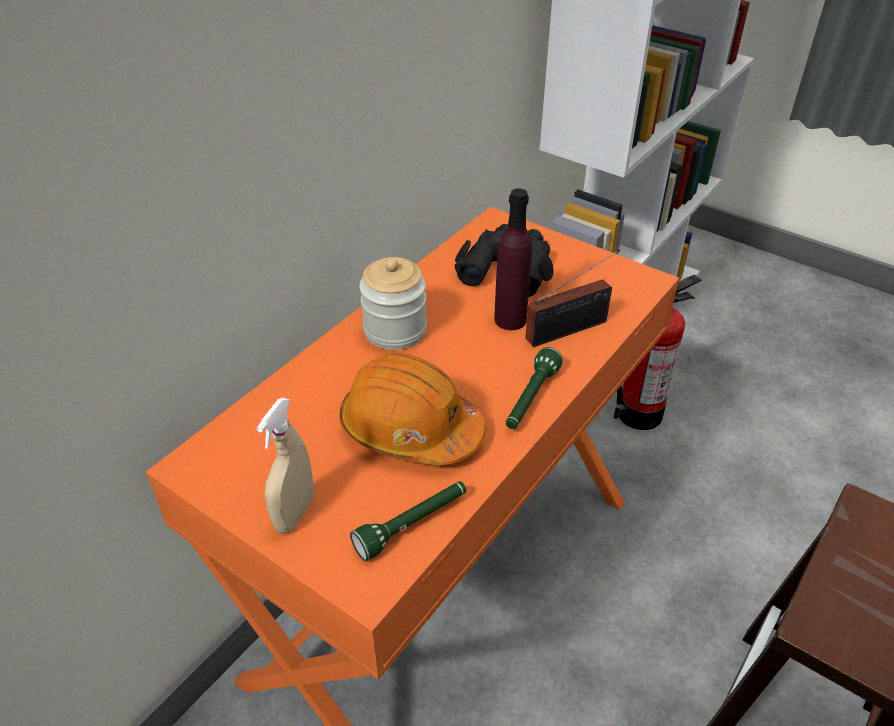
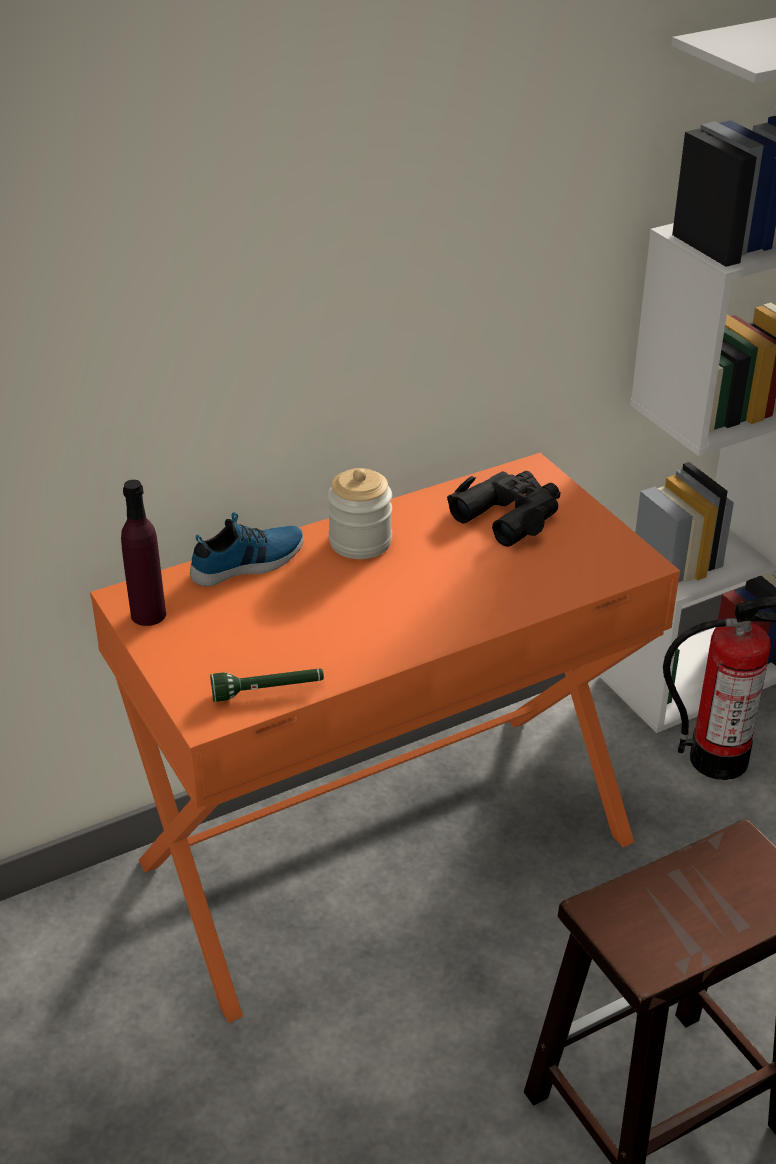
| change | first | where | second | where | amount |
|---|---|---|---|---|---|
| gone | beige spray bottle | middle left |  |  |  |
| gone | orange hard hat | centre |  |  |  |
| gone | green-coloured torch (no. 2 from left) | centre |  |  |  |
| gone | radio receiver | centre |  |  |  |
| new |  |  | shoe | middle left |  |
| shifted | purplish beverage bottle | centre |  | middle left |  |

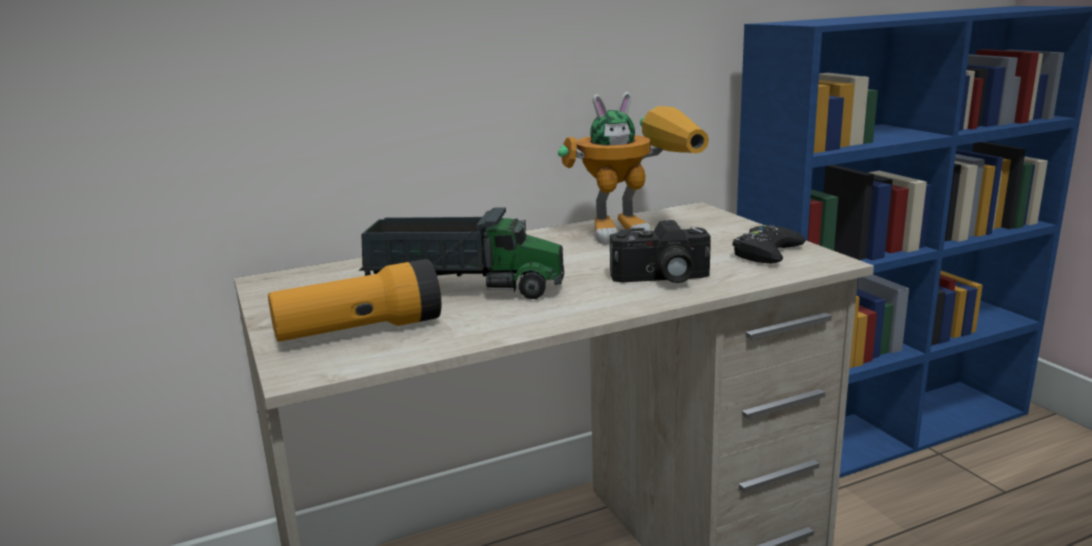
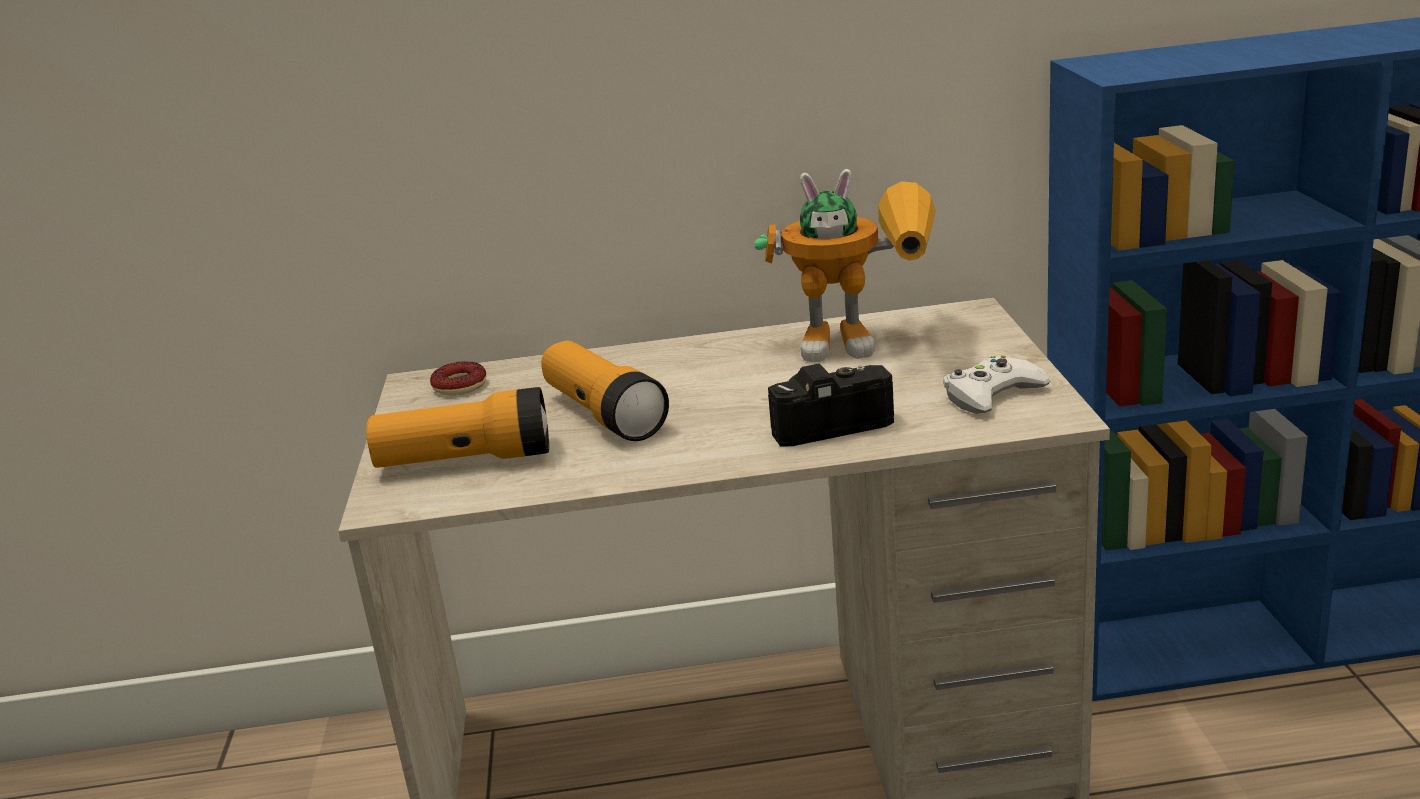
| change | first | where | second | where | amount |
|---|---|---|---|---|---|
| new |  |  | donut | middle left |  |
| swapped | toy lorry | centre | torch (no. 2 from left) | centre |  |
| repainted | blackish gamepad | middle right | white gamepad | middle right |  |
| rotated | photo camera | centre |  | centre | 150 degrees clockwise |

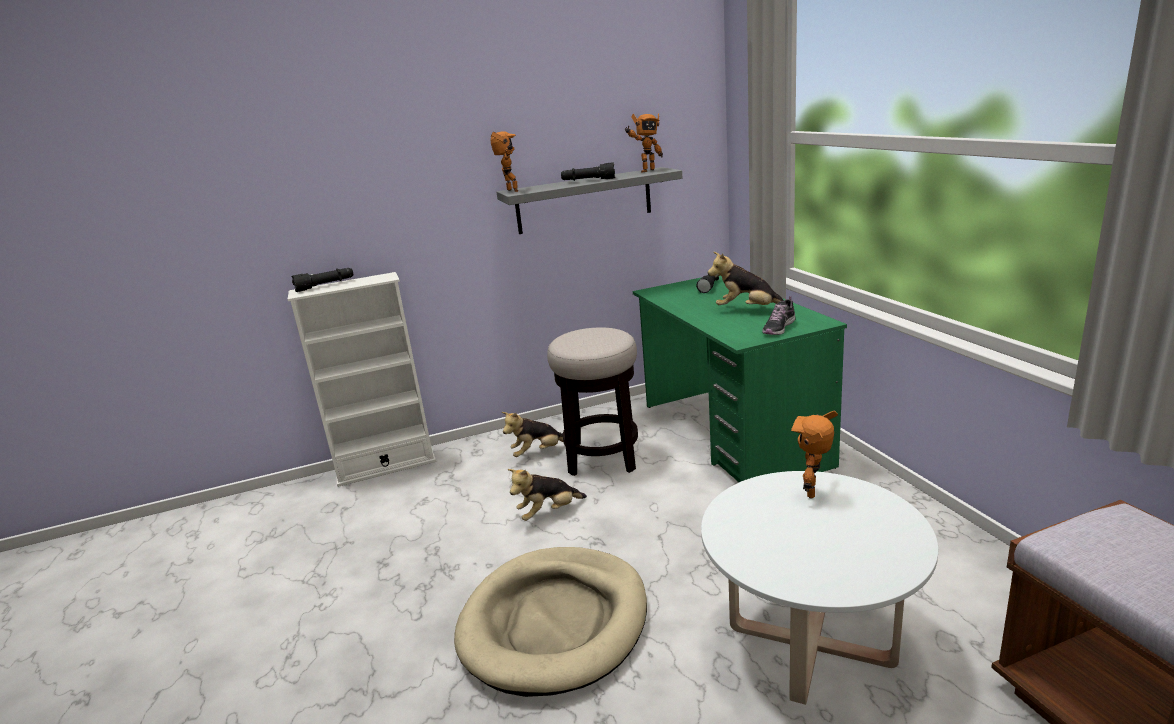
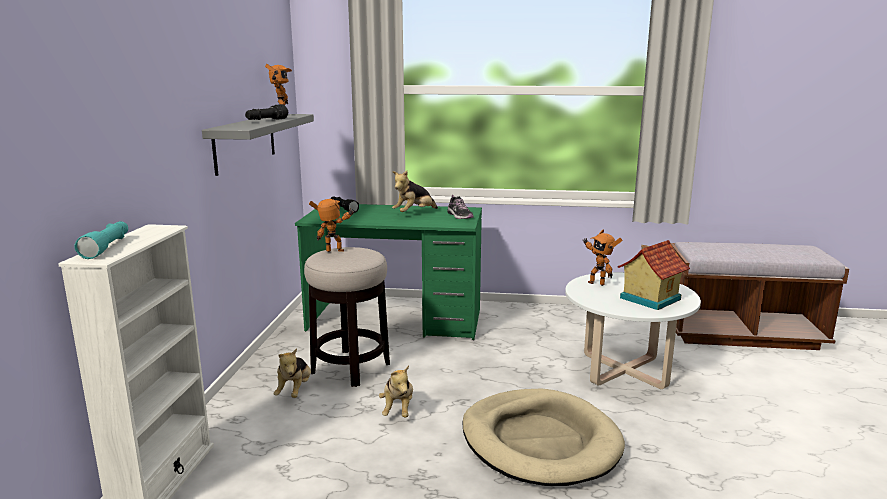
| change | first | where | second | where | amount |
|---|---|---|---|---|---|
| new |  |  | toy house | middle right |  |
| shifted | robot figure (no. 1 from left in the first image) | top centre | robot figure (no. 2 from left) | centre |  |
| repainted | blackish torch (no. 1 from left) | middle left | blue-green torch | middle left |  |

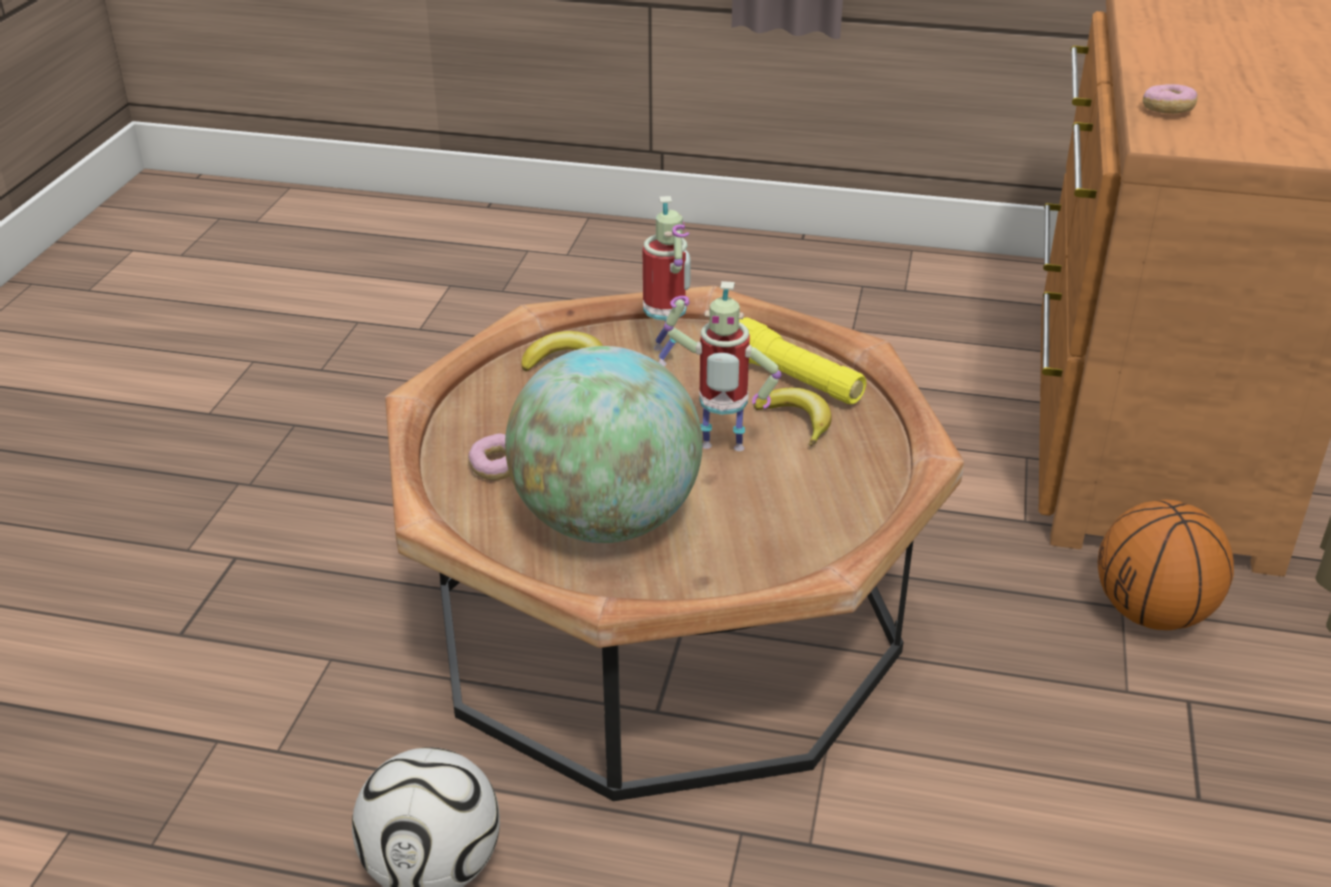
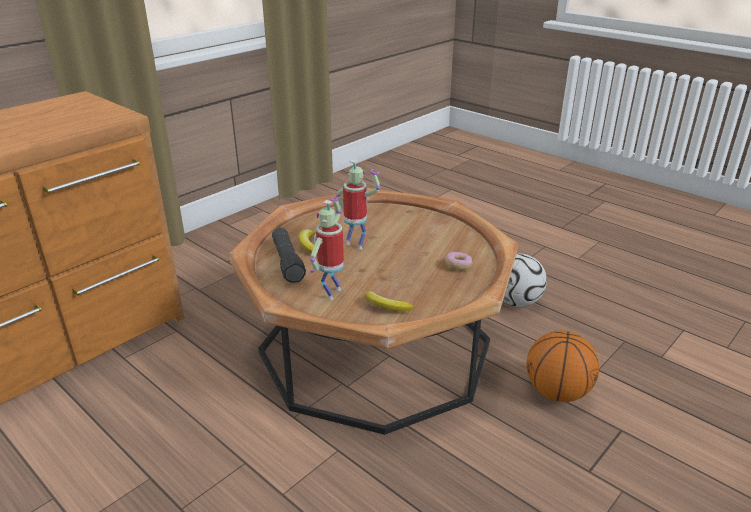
| change | first | where | second | where | amount |
|---|---|---|---|---|---|
| gone | globe | centre |  |  |  |
| gone | donut (no. 2 from left) | top right |  |  |  |
| shifted | ball for basketball | middle right |  | bottom right |  |
| repainted | yellow torch | centre | blackish torch | centre |  |

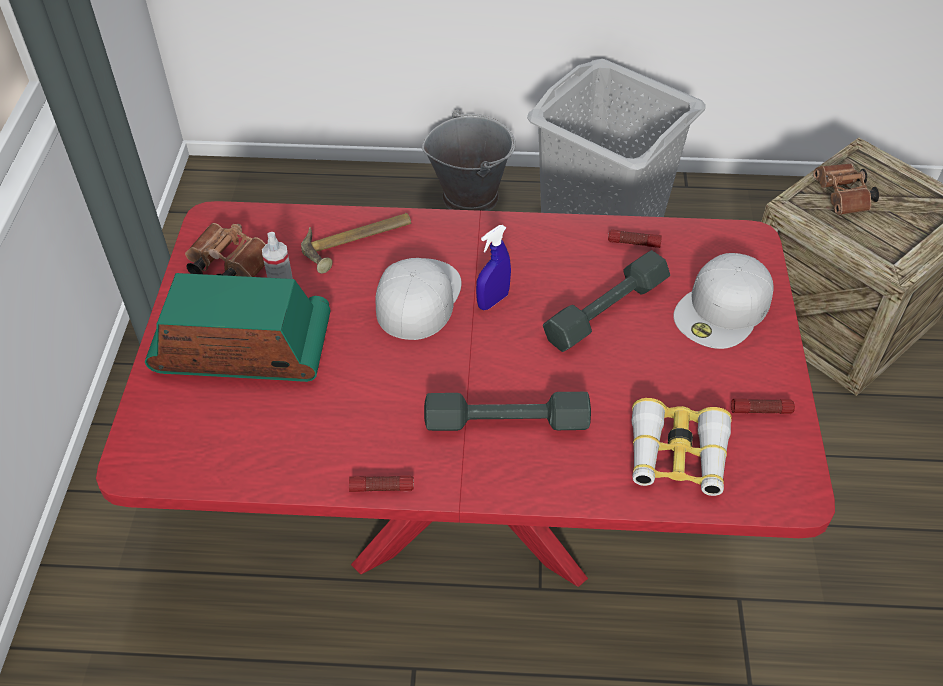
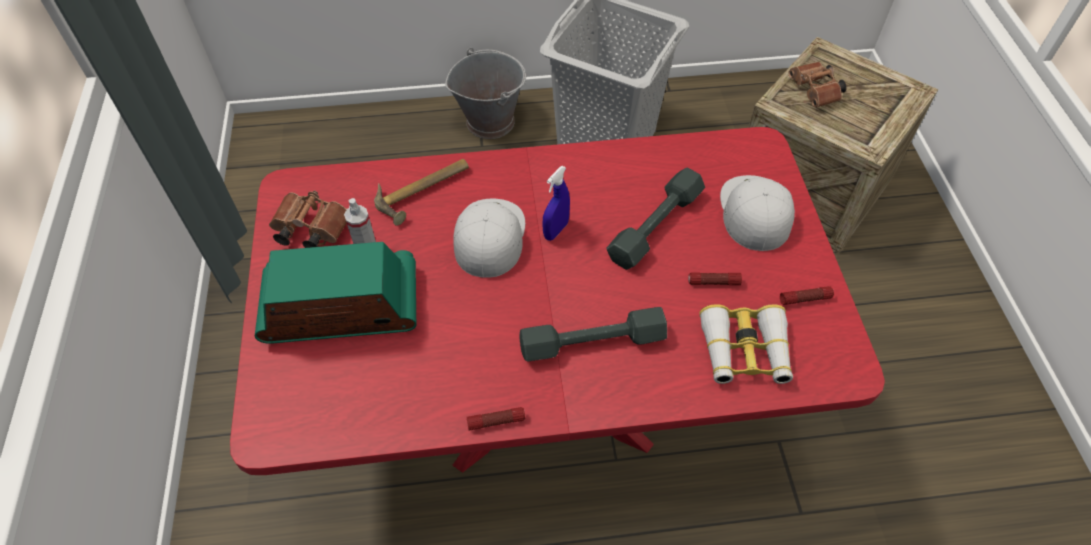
| change | first | where | second | where | amount |
|---|---|---|---|---|---|
| shifted | torch (no. 2 from left) | middle right |  | centre |  |
| rotated | white cap (no. 2 from left) | middle right |  | middle right | 150 degrees clockwise |

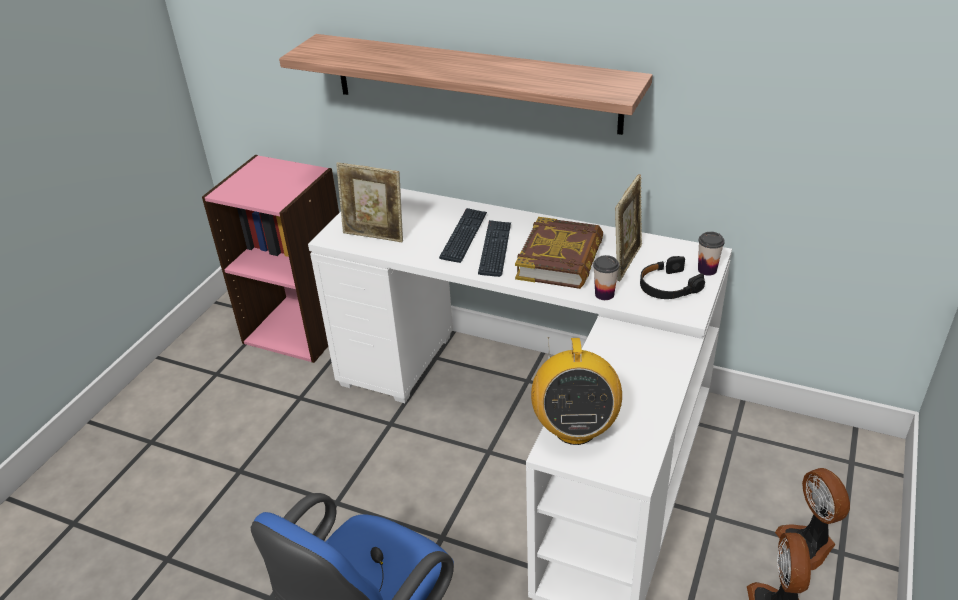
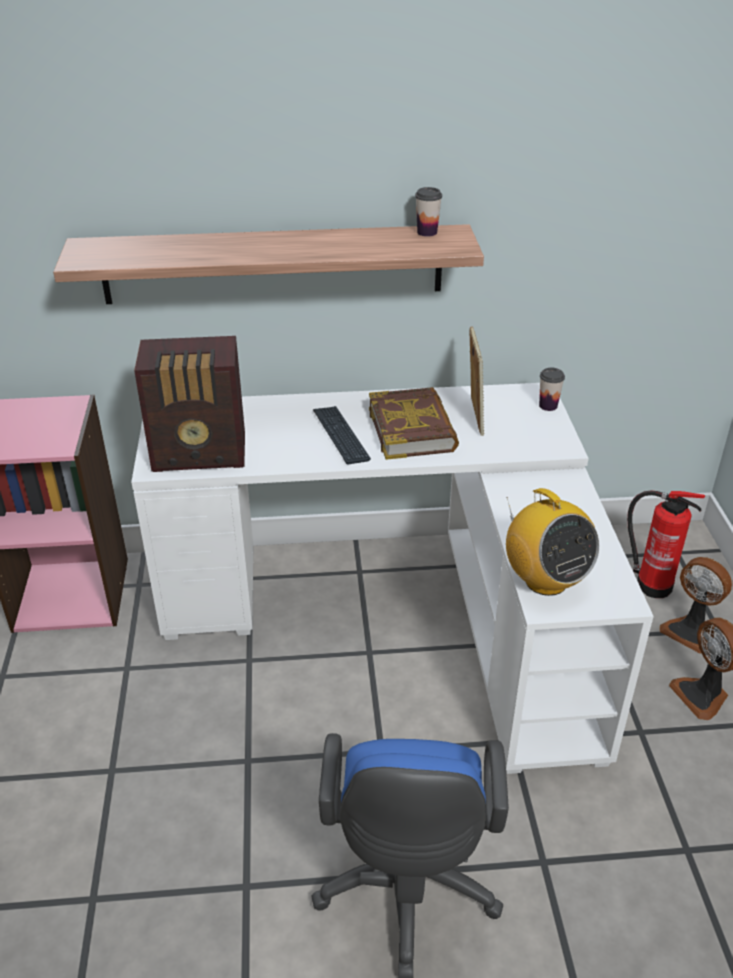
| change | first | where | second | where | amount |
|---|---|---|---|---|---|
| gone | computer keyboard (no. 1 from left) | centre |  |  |  |
| gone | blackish headphones | middle right |  |  |  |
| new |  |  | extinguisher | middle right |  |
| shifted | small cup (no. 1 from left) | centre |  | top centre |  |
| swapped | photo frame (no. 1 from left) | centre | radio receiver (no. 1 from left) | middle left |  |

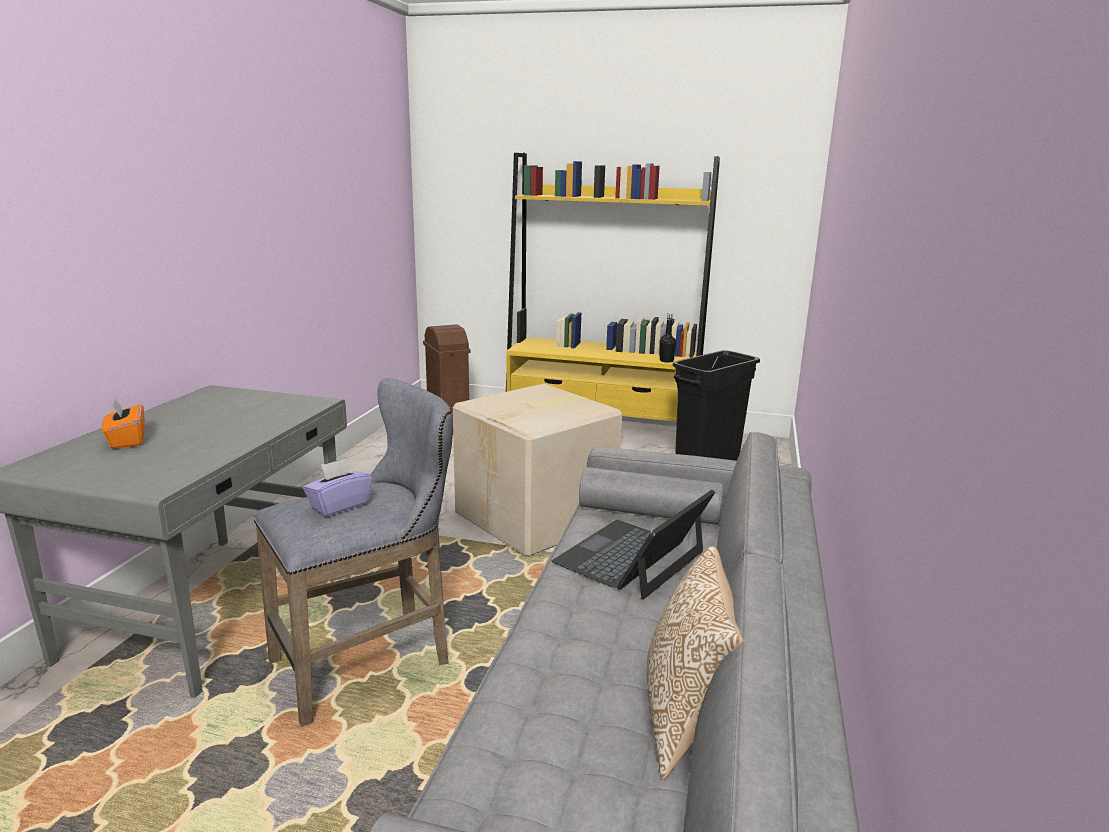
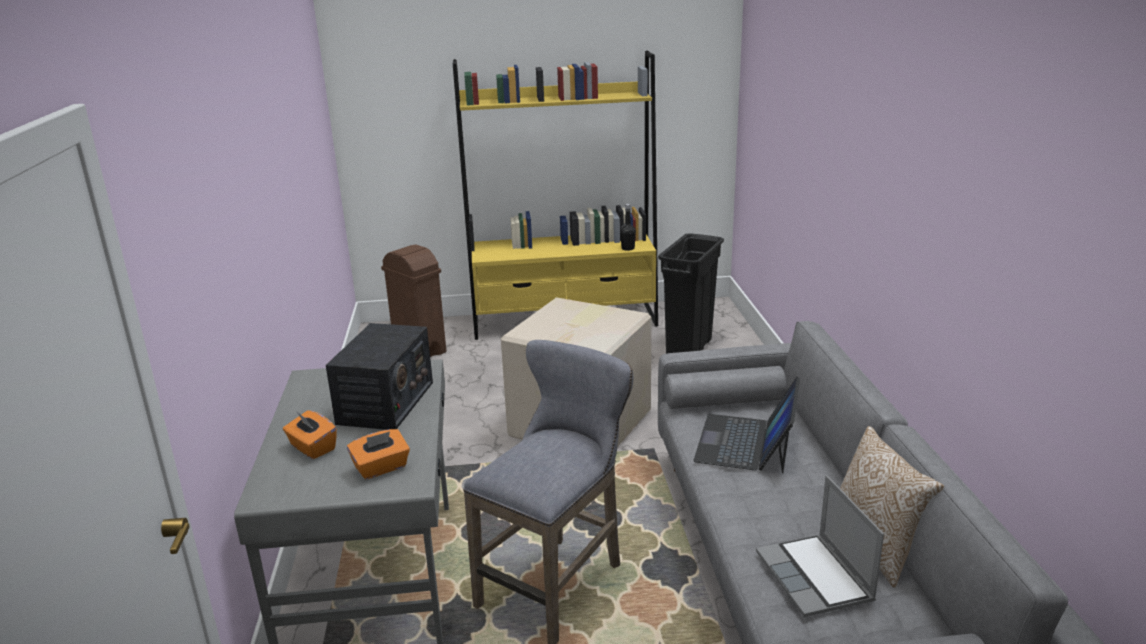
| change | first | where | second | where | amount |
|---|---|---|---|---|---|
| gone | purplish box of tissues | middle left |  |  |  |
| new |  |  | radio receiver | middle left |  |
| new |  |  | orange box of tissues (no. 2 from left) | bottom left |  |
| new |  |  | laptop (no. 2 from left) | bottom right |  |

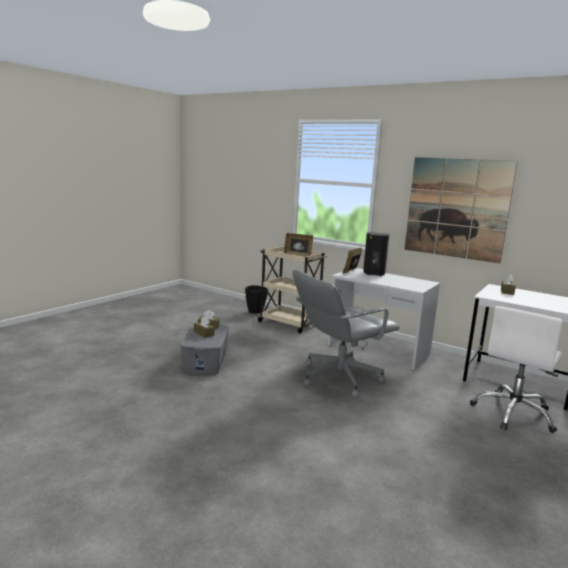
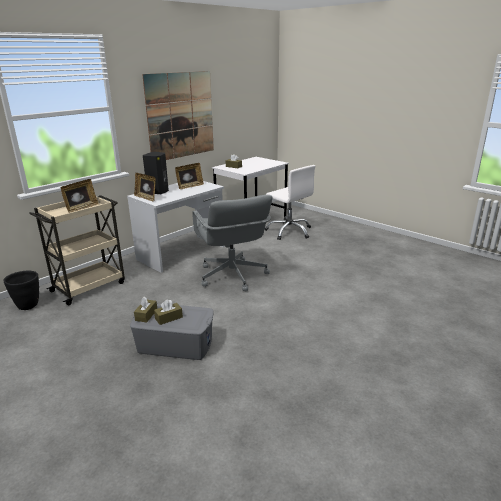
| change | first | where | second | where | amount |
|---|---|---|---|---|---|
| new |  |  | photo frame (no. 3 from left) | centre |  |

